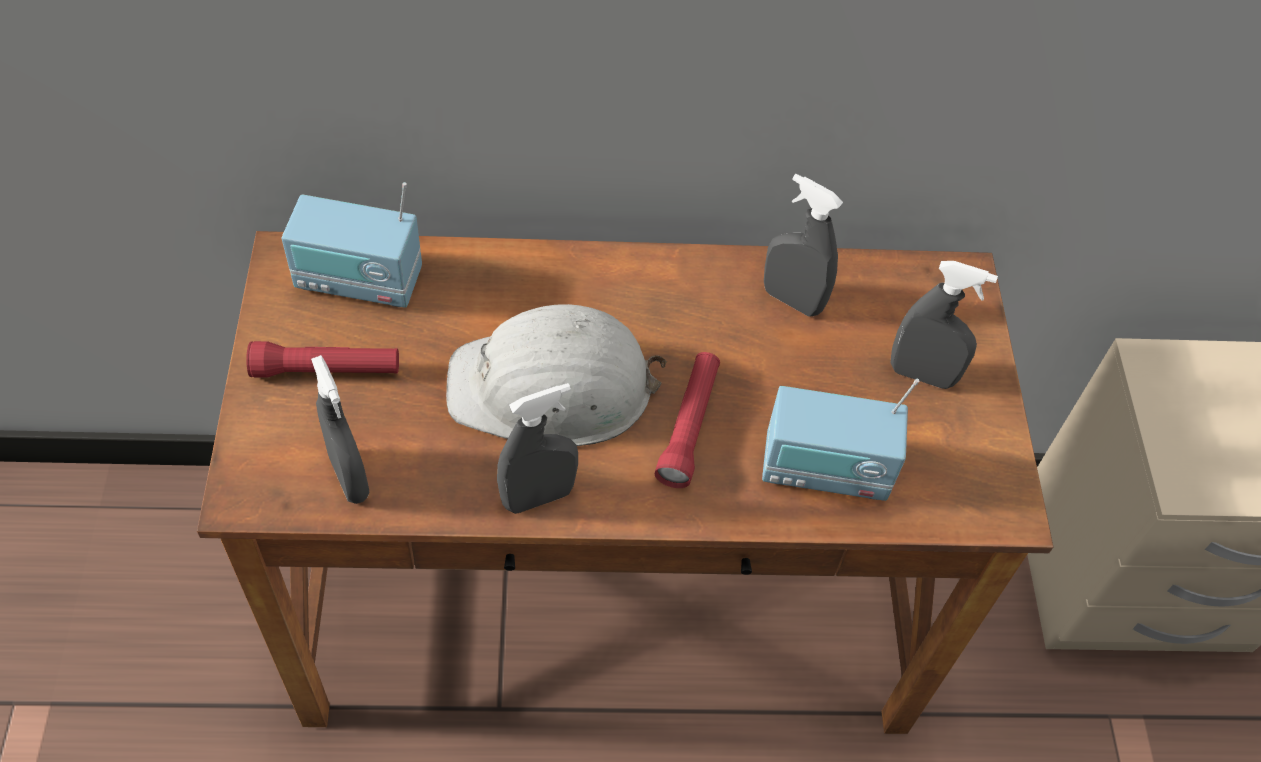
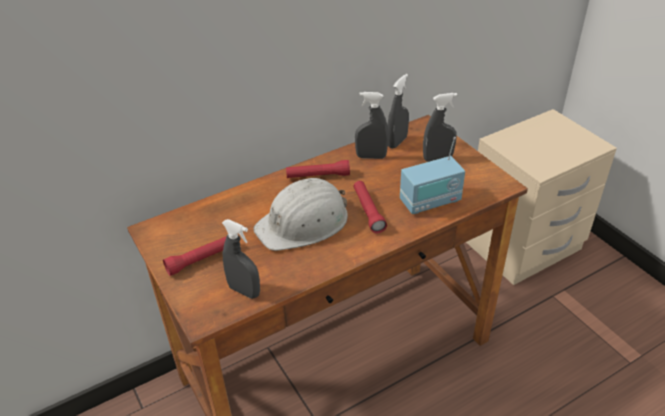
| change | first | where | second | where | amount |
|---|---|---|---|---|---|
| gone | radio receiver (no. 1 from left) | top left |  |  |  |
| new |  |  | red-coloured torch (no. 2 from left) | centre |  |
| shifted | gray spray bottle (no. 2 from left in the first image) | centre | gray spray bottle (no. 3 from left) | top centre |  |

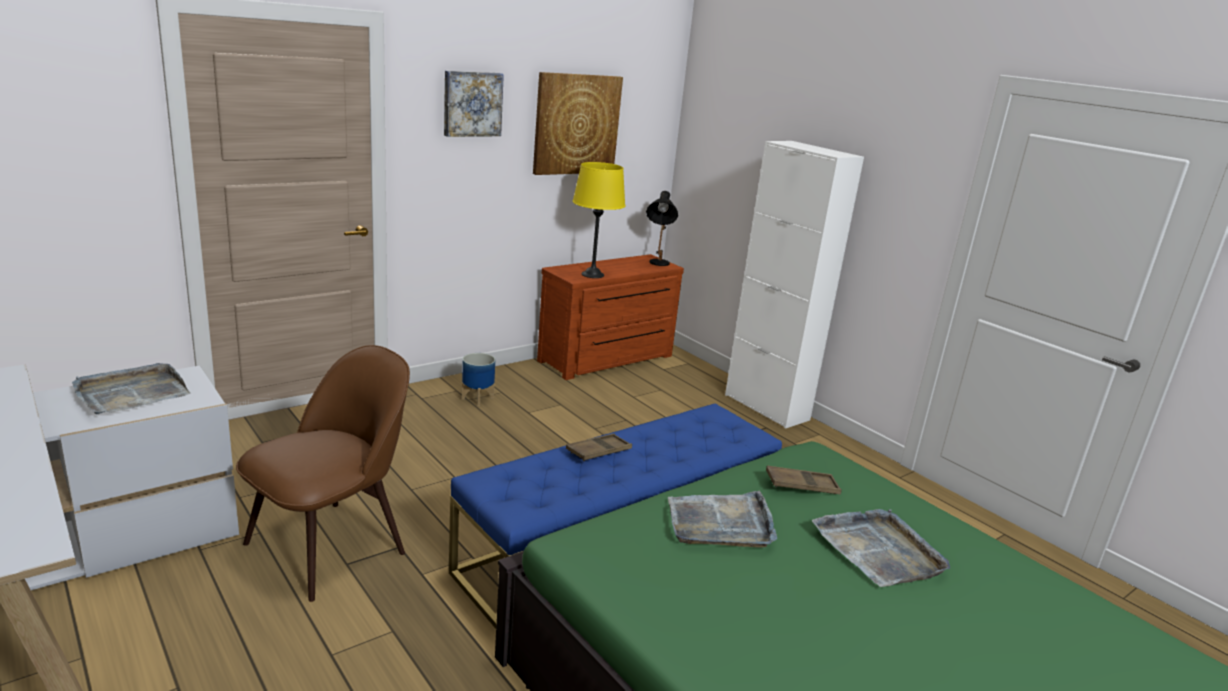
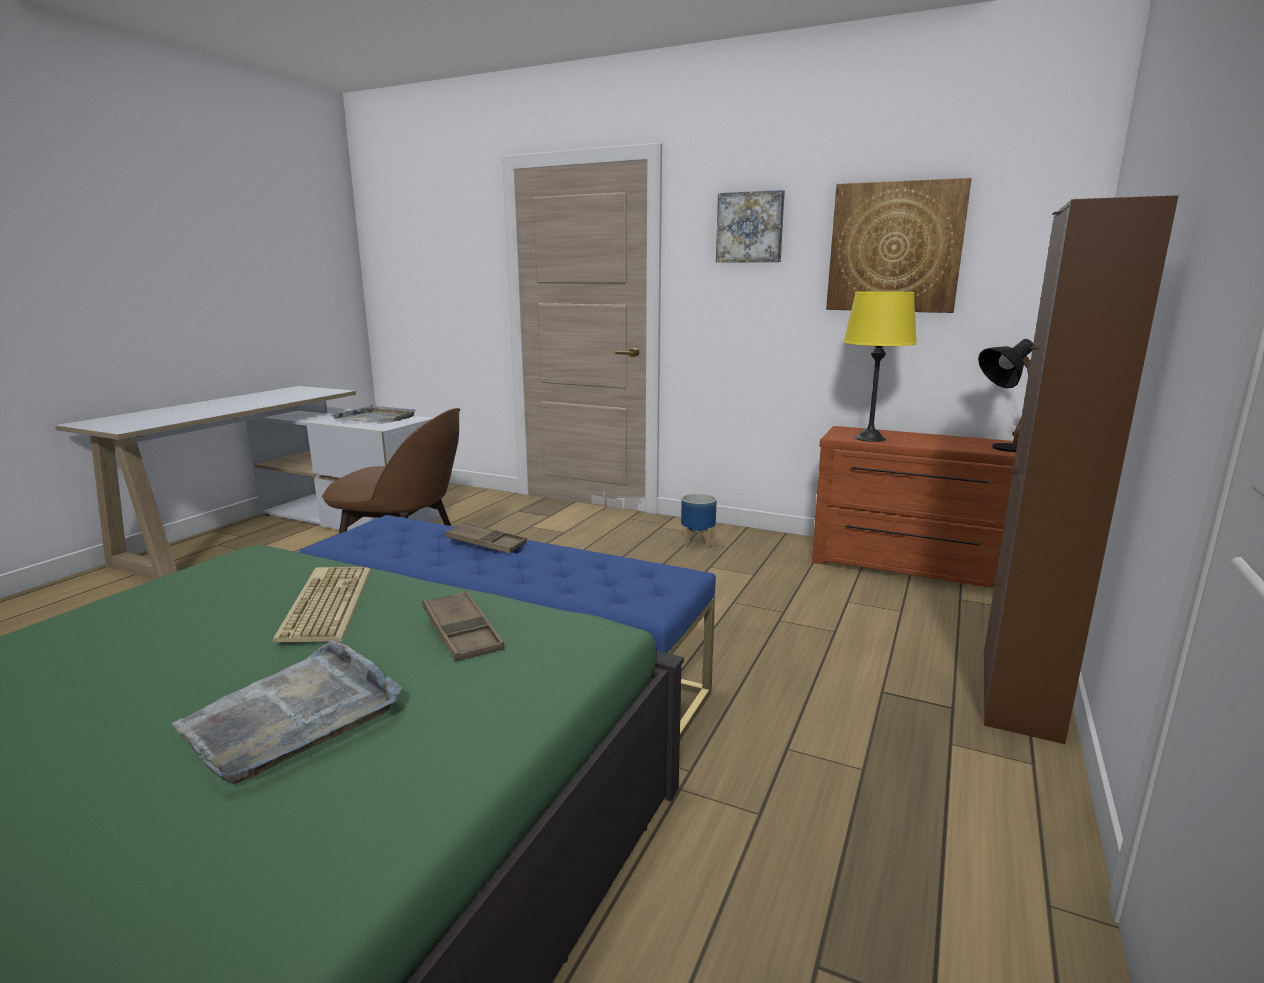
| change | first | where | second | where | amount |
|---|---|---|---|---|---|
| swapped | gray tray (no. 2 from left) | bottom centre | computer keyboard | middle left |  |
| repainted | white storage cabinet | centre | brownish storage cabinet | middle right |  |

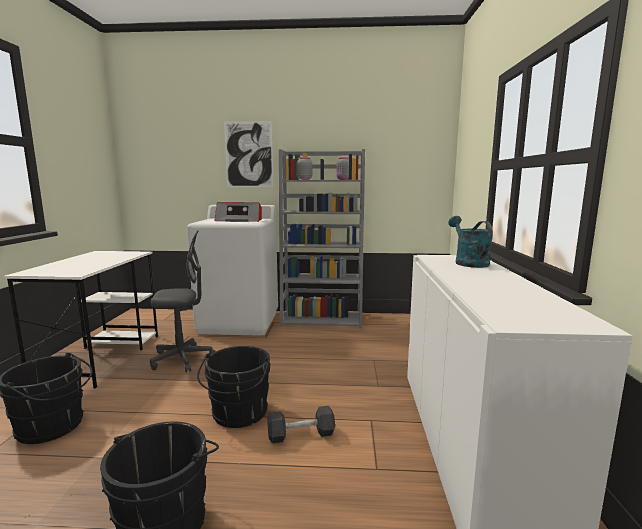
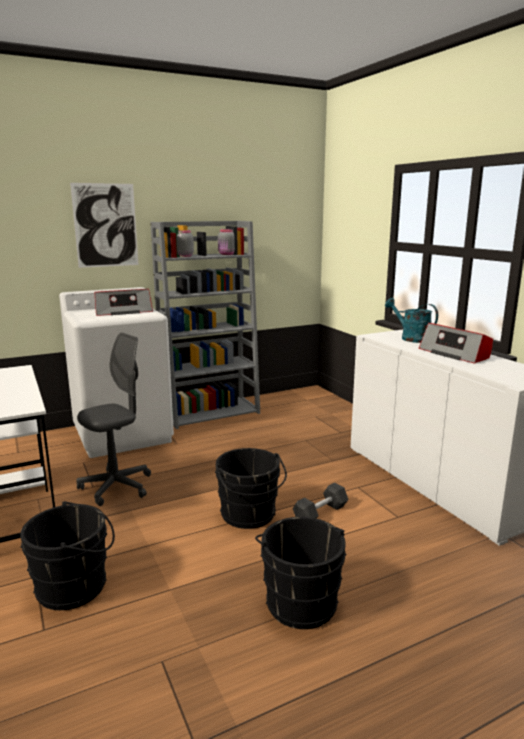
| change | first | where | second | where | amount |
|---|---|---|---|---|---|
| new |  |  | radio receiver (no. 2 from left) | middle right |  |

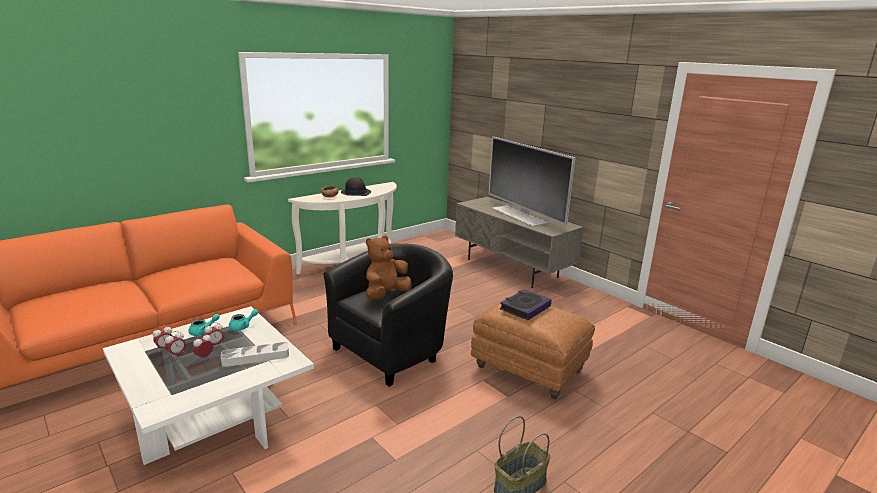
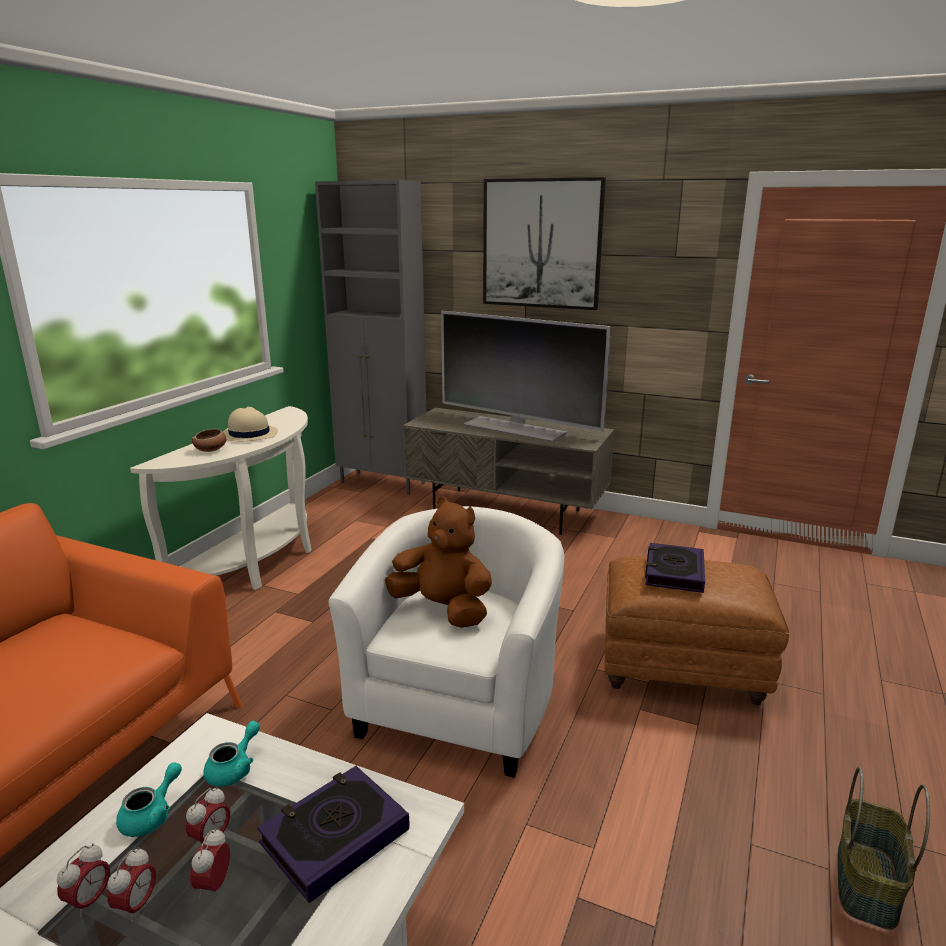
| change | first | where | second | where | amount |
|---|---|---|---|---|---|
| new |  |  | gray storage cabinet | centre |  |
| new |  |  | picture | top centre |  |
| swapped | gray tray | bottom left | bound book (no. 1 from left) | bottom centre |  |
| repainted | blackish armchair | centre | white armchair | bottom centre |  |
| repainted | blackish hat | centre | beige hat | middle left |  |
| rotated | brownish soft toy | centre |  | centre | 105 degrees clockwise |

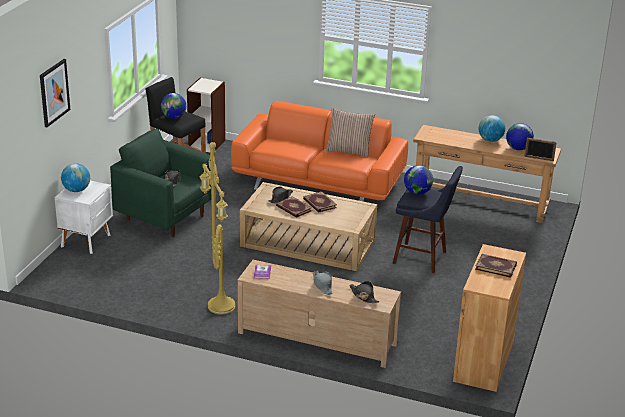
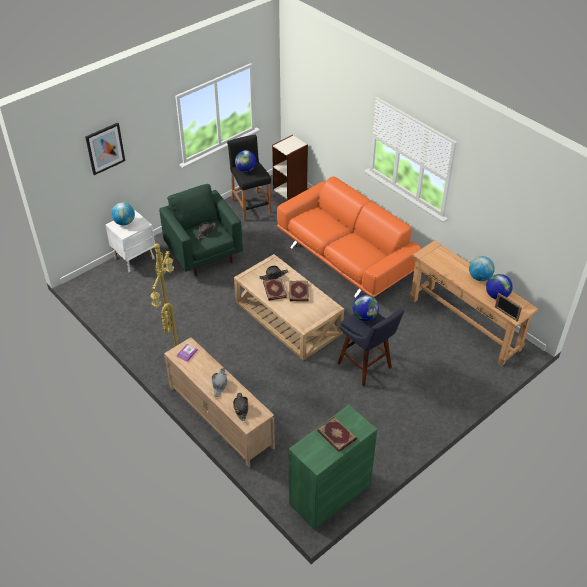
| change | first | where | second | where | amount |
|---|---|---|---|---|---|
| gone | pillow | top centre |  |  |  |
| repainted | brownish storage cabinet | bottom right | green-coloured storage cabinet | bottom centre |  |

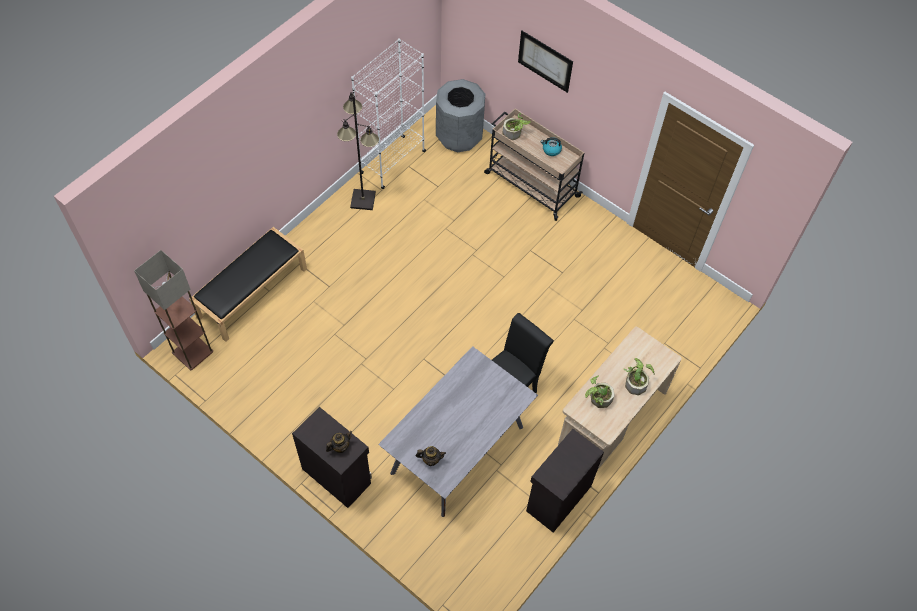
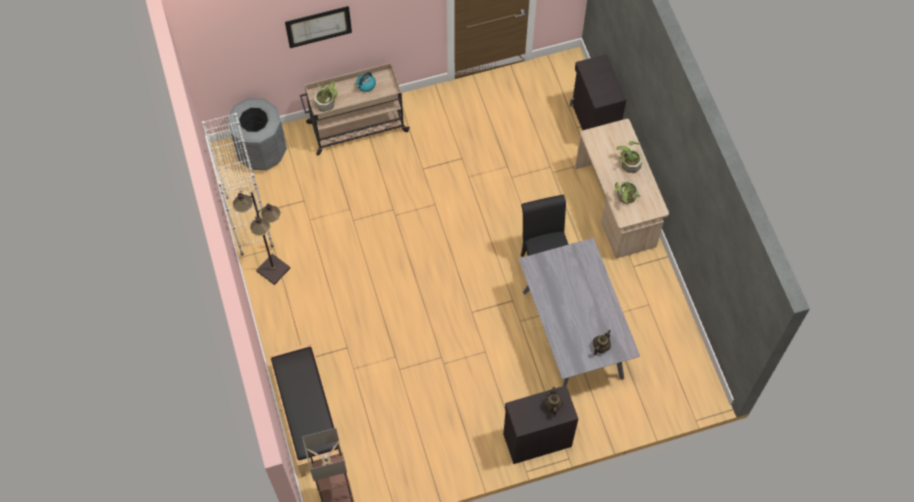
| change | first | where | second | where | amount |
|---|---|---|---|---|---|
| shifted | blackish storage cabinet (no. 2 from left) | bottom centre |  | top centre |  |

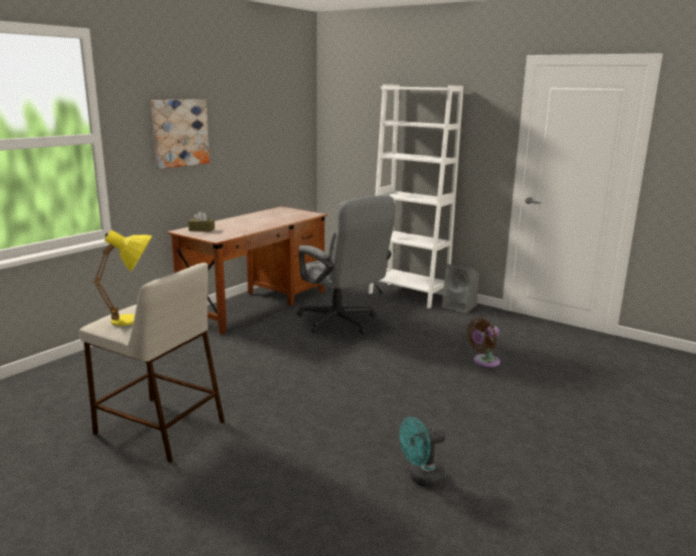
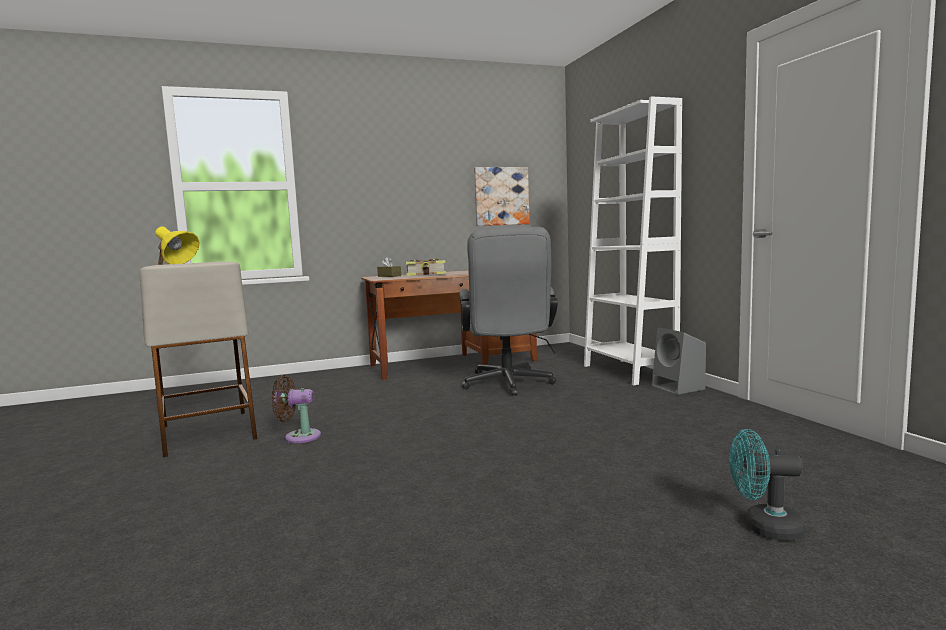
| change | first | where | second | where | amount |
|---|---|---|---|---|---|
| new |  |  | bound book | centre |  |
| shifted | picture | top left |  | top centre |  |
| shifted | blue-green fan | bottom centre |  | bottom right |  |
| shifted | brownish fan | middle right |  | middle left |  |

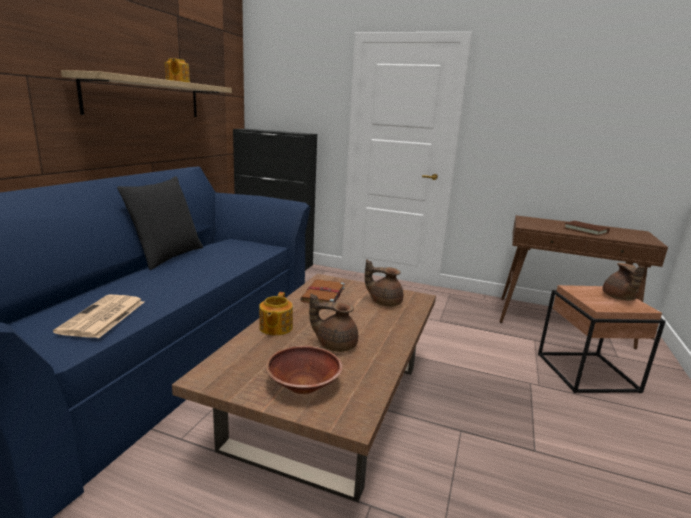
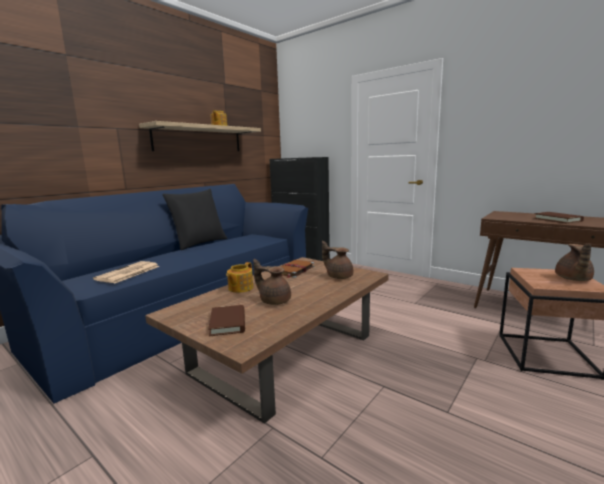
| change | first | where | second | where | amount |
|---|---|---|---|---|---|
| swapped | brownish serving bowl | bottom centre | brownish bound book (no. 1 from left) | centre |  |

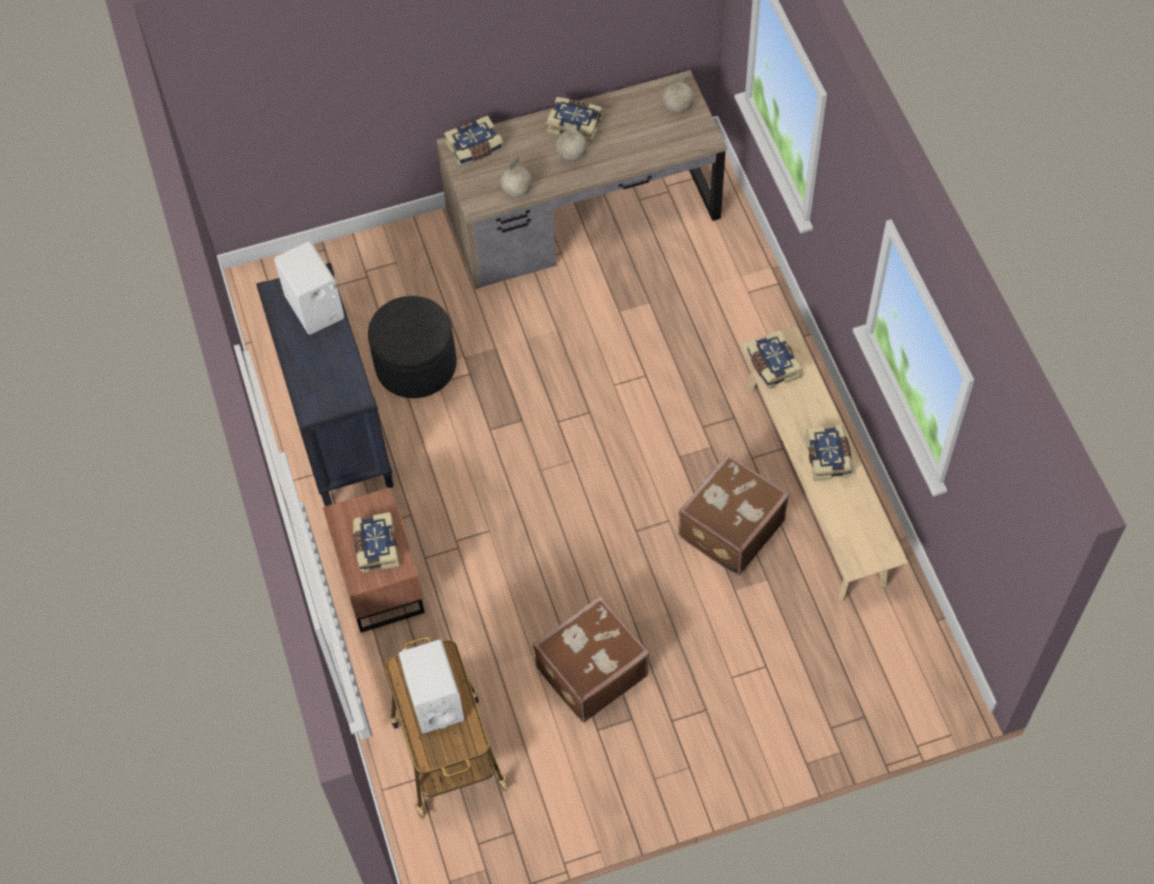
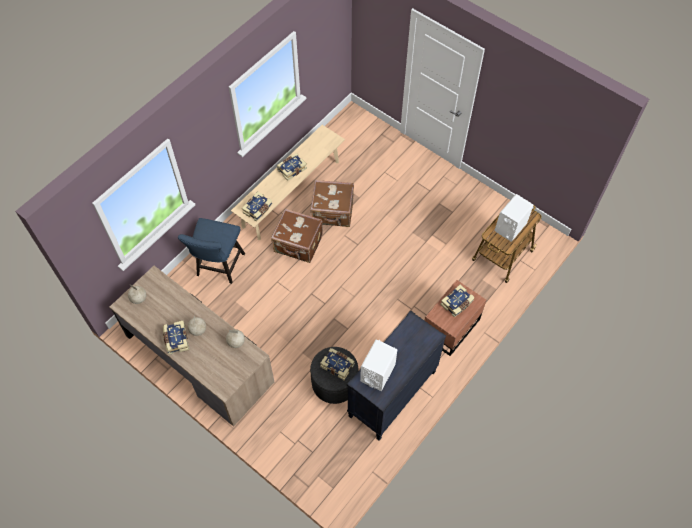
| change | first | where | second | where | amount |
|---|---|---|---|---|---|
| new |  |  | blue-coloured chair | middle left |  |
| shifted | bound book (no. 2 from left in the first image) | top centre | bound book (no. 4 from left) | bottom centre |  |
| shifted | brownish piece of luggage (no. 1 from left) | bottom centre |  | centre |  |

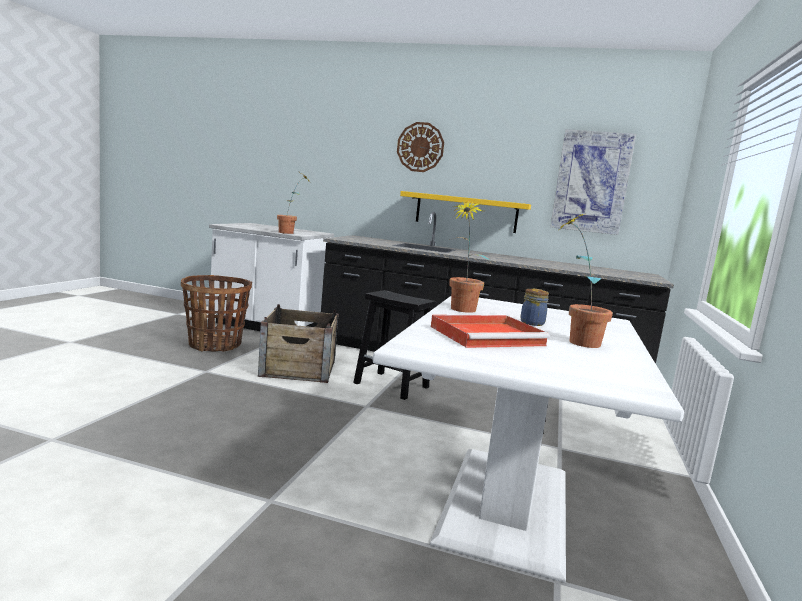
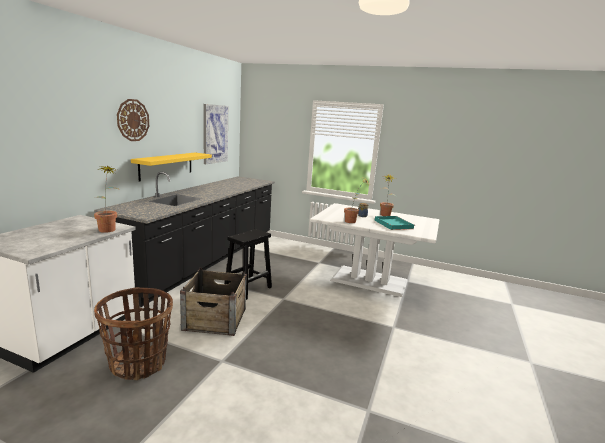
| change | first | where | second | where | amount |
|---|---|---|---|---|---|
| repainted | red-coloured tray | centre | blue-green tray | centre |  |

